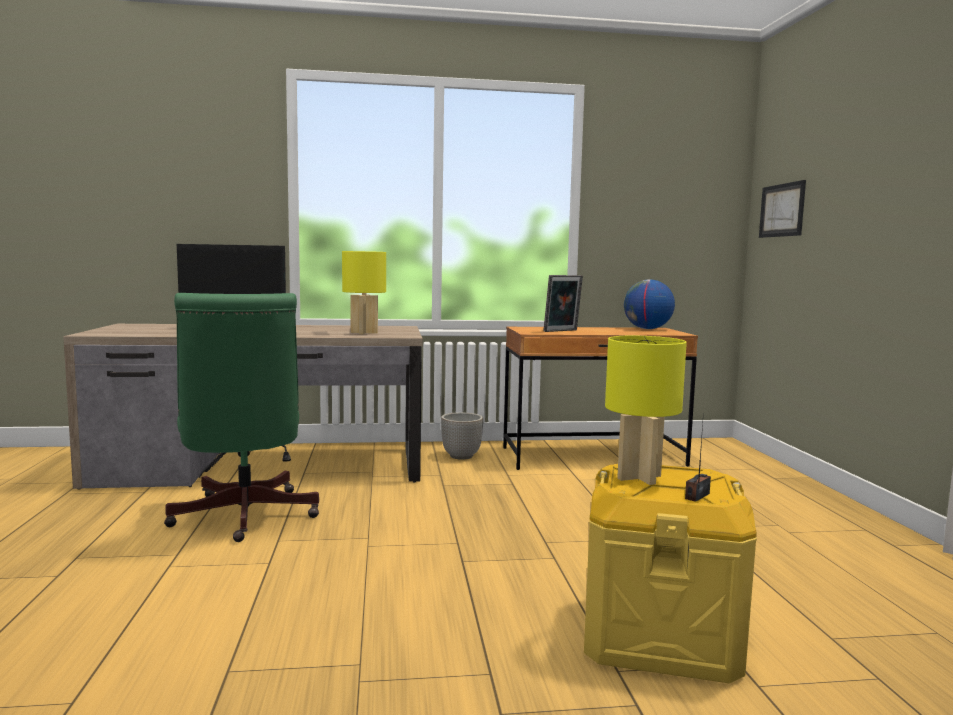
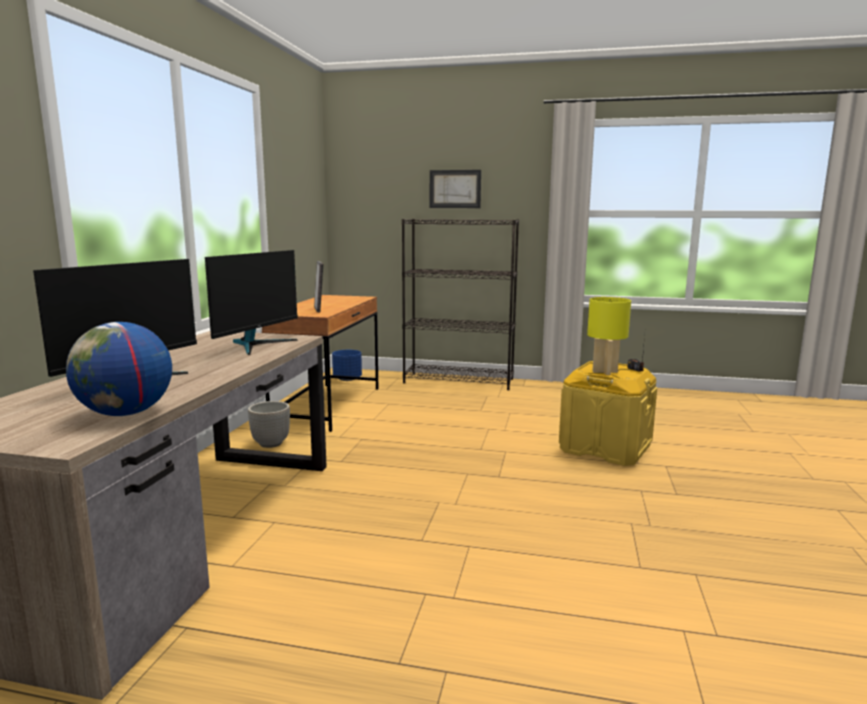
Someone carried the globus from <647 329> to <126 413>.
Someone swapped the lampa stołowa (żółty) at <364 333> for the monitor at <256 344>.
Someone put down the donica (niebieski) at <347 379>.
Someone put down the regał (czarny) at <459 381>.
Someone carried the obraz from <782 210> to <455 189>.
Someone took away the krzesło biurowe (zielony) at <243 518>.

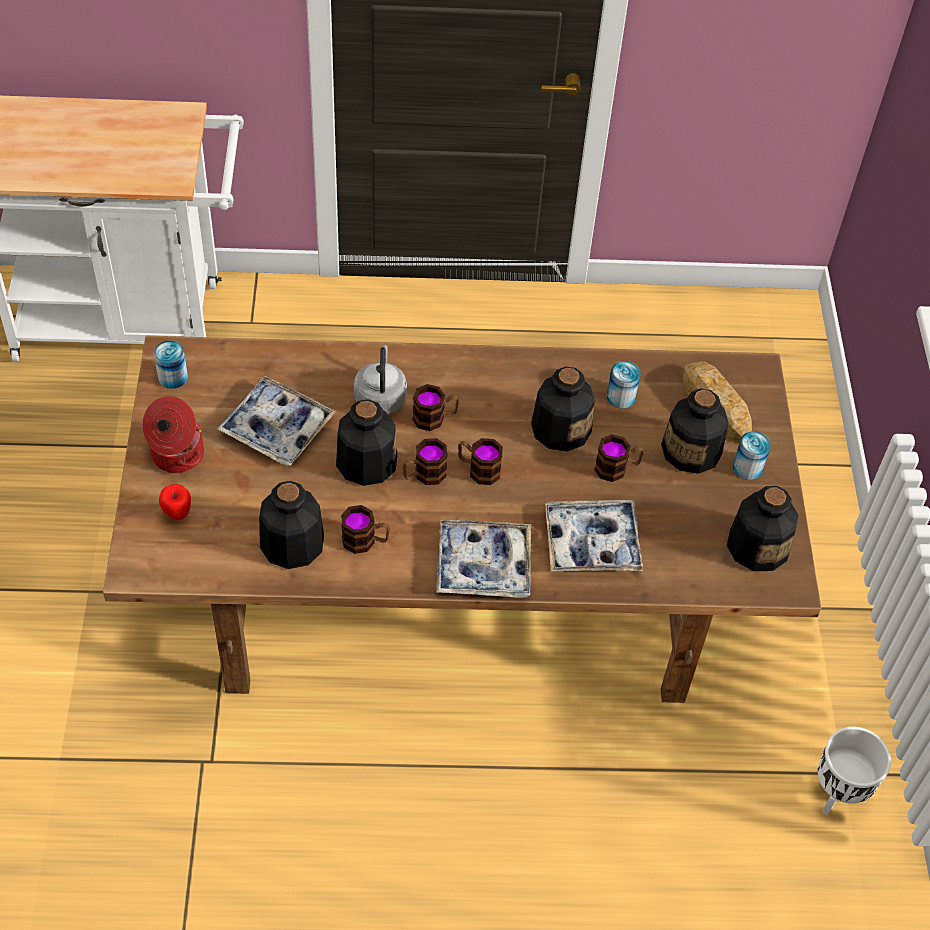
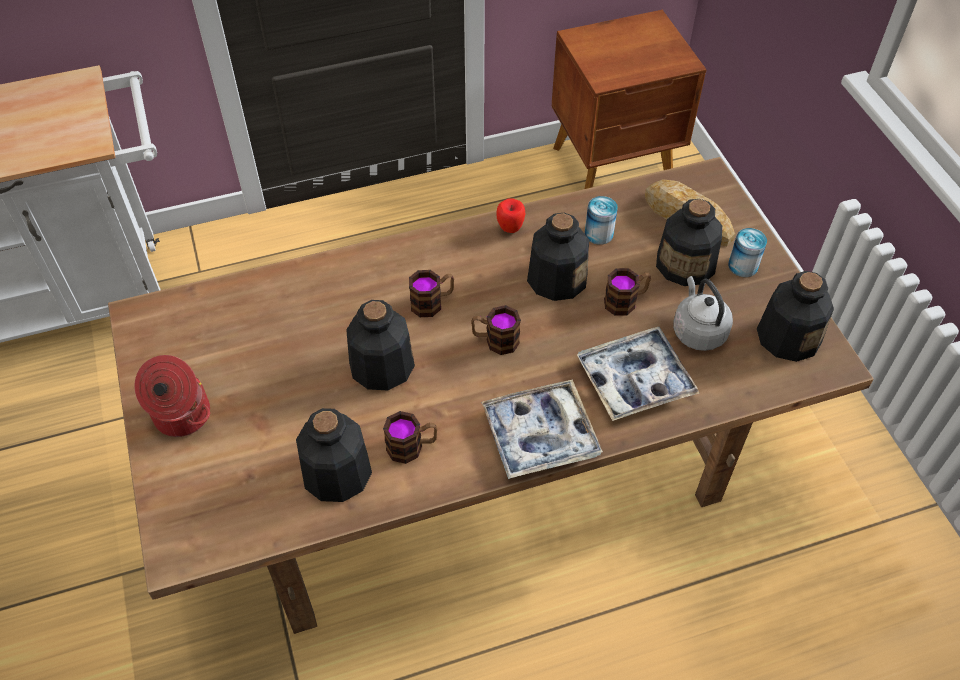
Someone carried the jabłko from <177 514> to <510 229>.
Someone put down the szafka nocna (brązowy) at <614 165>.
Someone carried the czajnik (szary) from <380 397> to <697 331>.
Someone took away the puszka at <173 377>.
Someone took away the taca at <277 428>.
Someone took away the kubek at <424 475>.
Someone took away the donica (biały) at <838 794>.

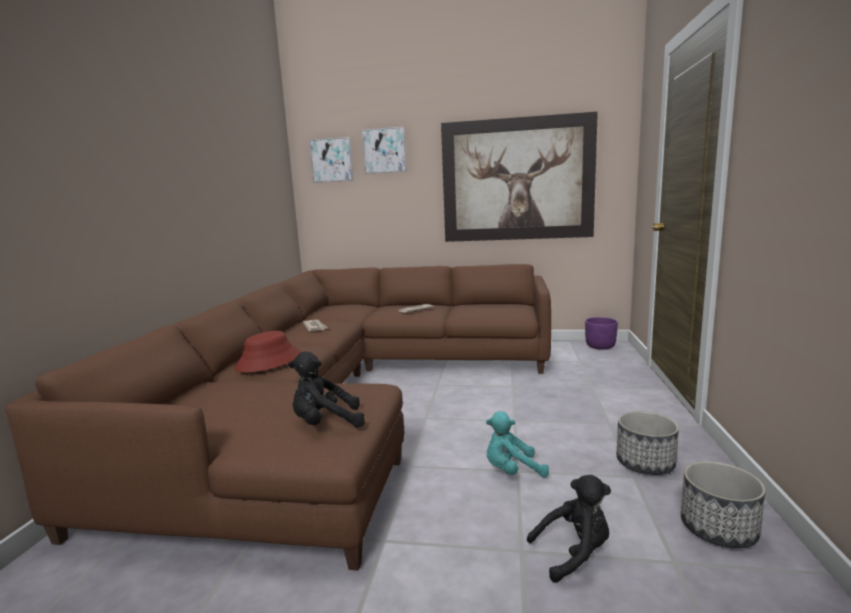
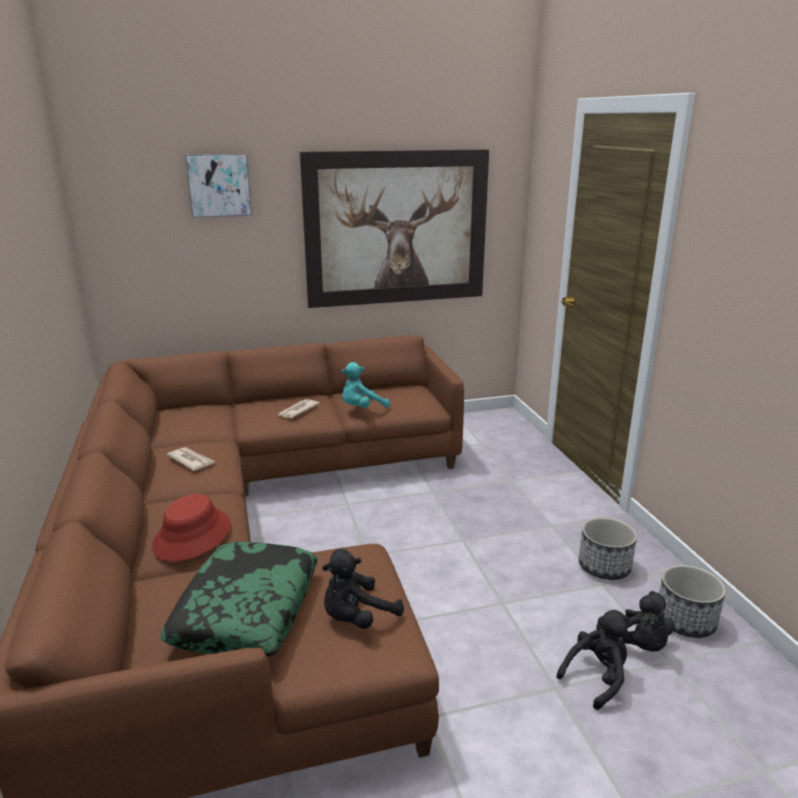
Someone put down the poduszka at <246 610>.
Someone carried the pluszak (turkusowy) from <512 471> to <362 408>.
Someone put down the pluszak (czarny) at <637 645>.
Someone took away the obraz at <332 160>.
Someone took away the donica (fioletowy) at <600 346>.

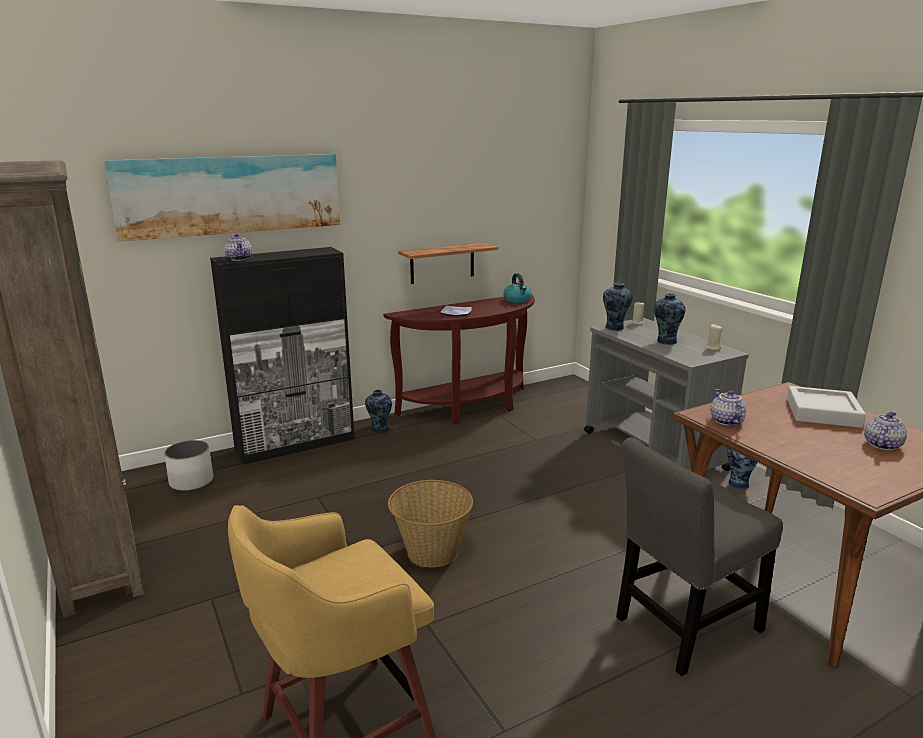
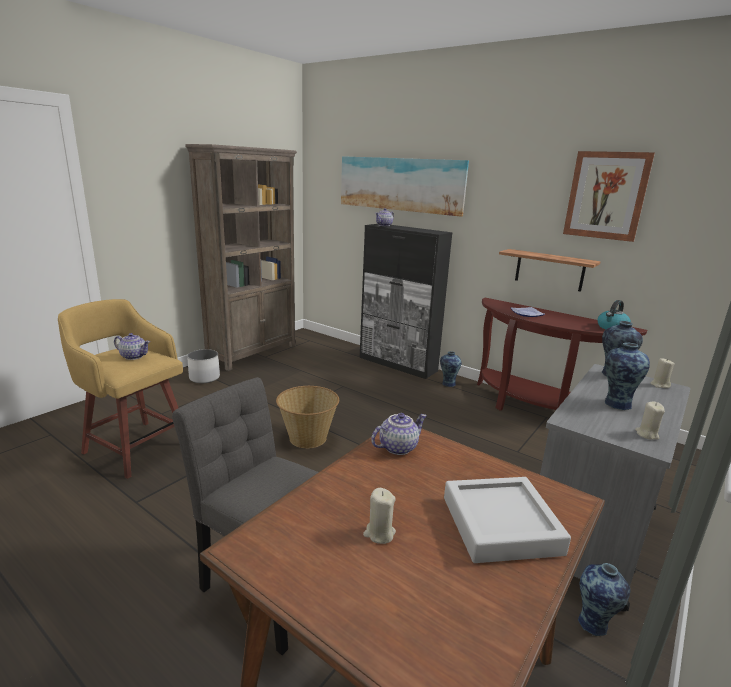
Someone carried the imbryk from <881 445> to <134 356>.
Someone carried the donica (biały) from <191 481> to <204 378>.
Someone put down the świeca (beżowy) at <379 533>.
Someone put up the obraz at <606 195>.

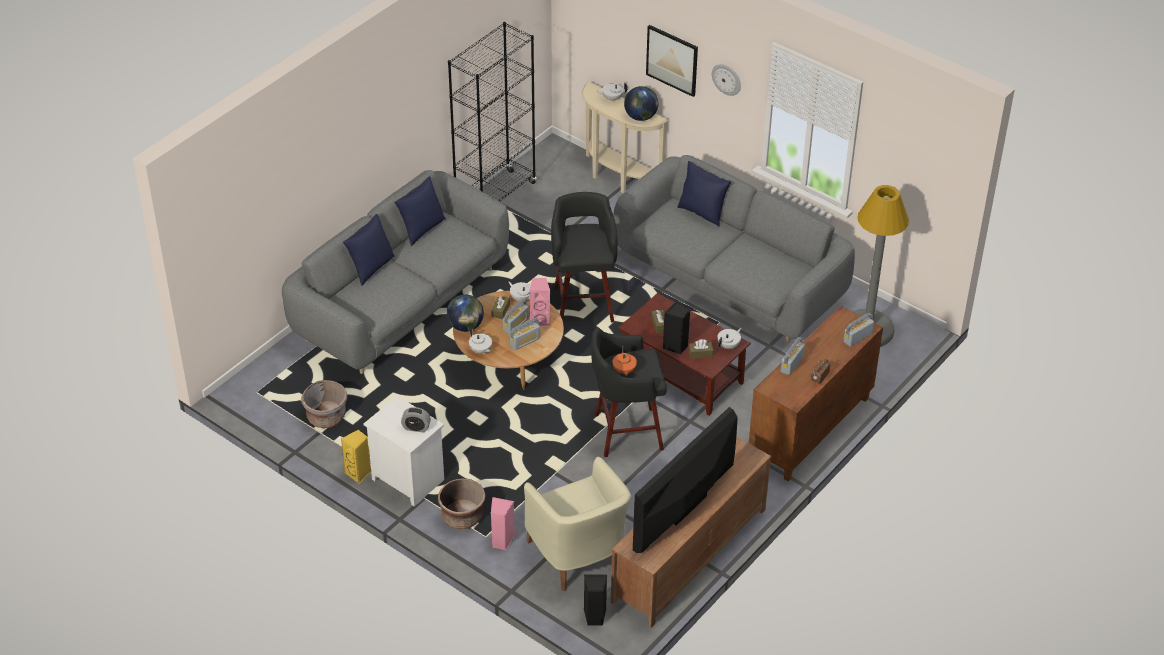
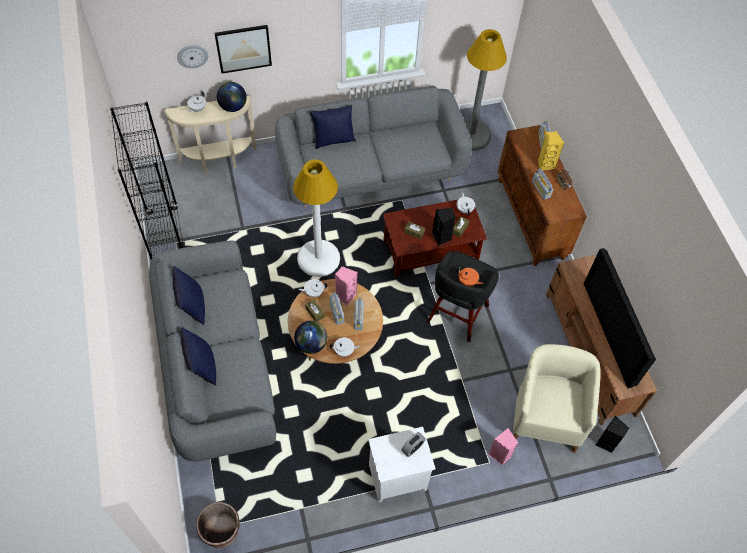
Someone carried the zegar ścienny from <726 79> to <192 56>.
Someone carried the donica (brązowy) from <462 517> to <221 530>.
Someone swapped the stołek (czarny) at <583 303> for the lampa stojąca (biały) at <318 258>.
Someone rotated the fotel (beżowy) at <578 555> by 90 degrees counterclockwise.
Someone carried the głośnik (żółty) from <359 473> to <545 164>.
Someone took away the donica (szary) at <326 417>.

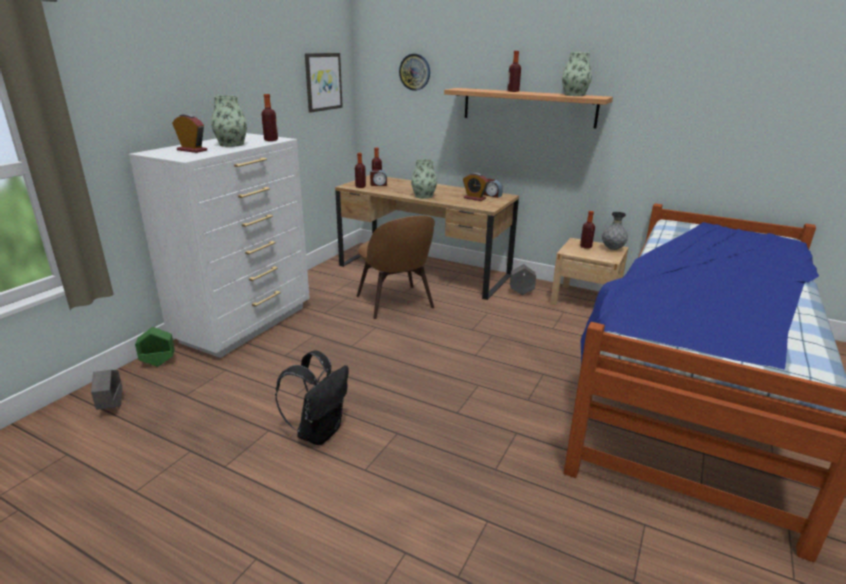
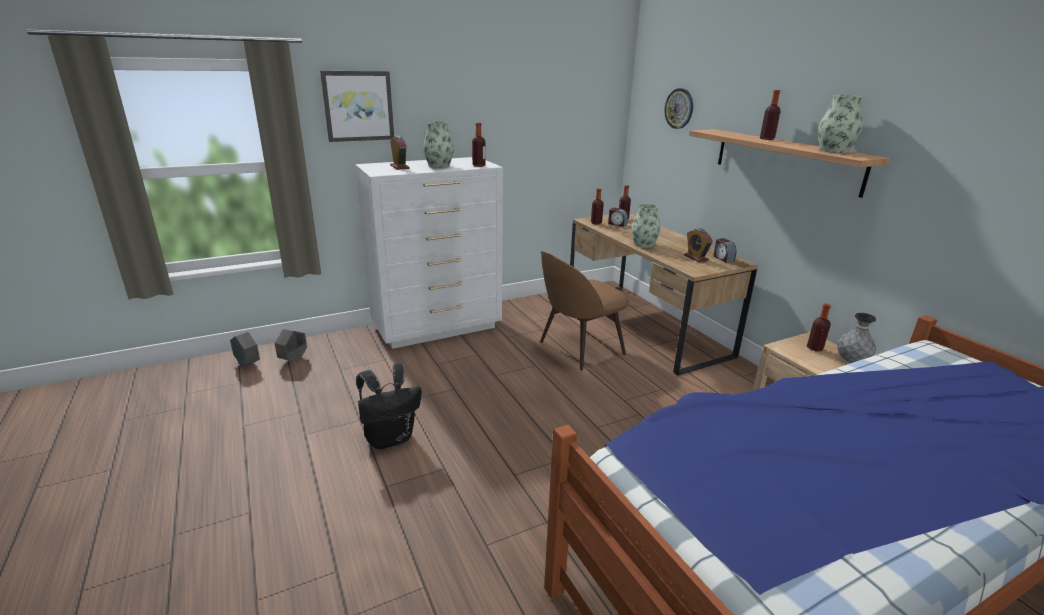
Someone carried the donica (szary) from <521 293> to <248 364>.
Someone carried the obraz from <323 82> to <358 106>.
Someone rotated the krzesło (brązowy) at <395 303> by 45 degrees clockwise.
Someone took away the donica (zielony) at <159 363>.

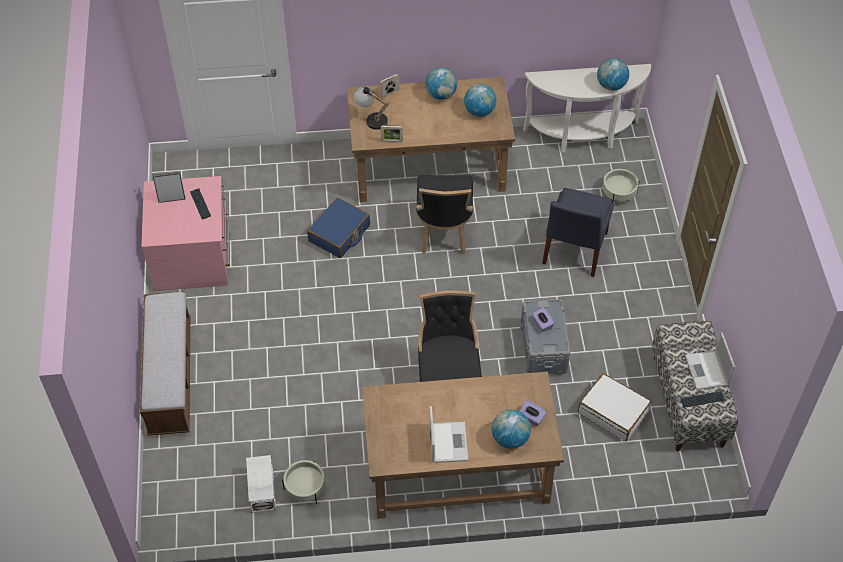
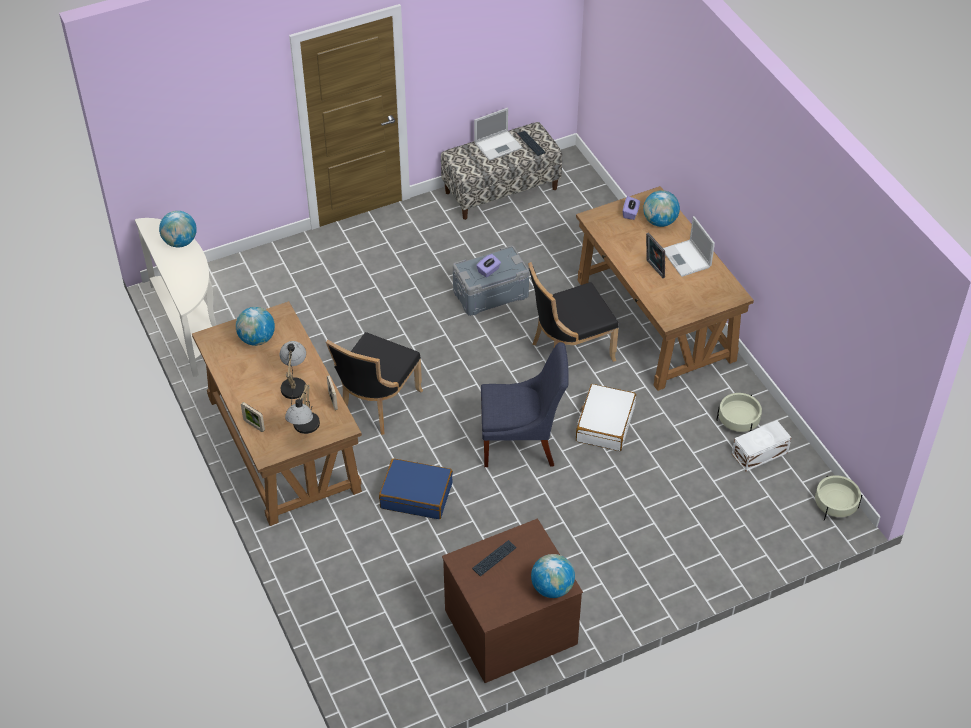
Someone put down the lampa stołowa at <294 383>.
Someone rotated the krzesło (czarny) at <443 232> by 135 degrees clockwise.
Someone repainted the komoda (różowy) at <193 256>, which became the komoda (brązowy) at <510 625>.
Someone carried the krzesło (niebieski) from <573 250> to <522 443>.
Someone carried the globus from <441 95> to <552 588>.
Someone carried the walizka (biały) from <613 412> to <604 424>.
Someone carried the ramka na zdjęcie from <171 199> to <654 269>.
Someone rotated the laptop at <448 441> by 90 degrees counterclockwise.
Someone carried the donica (beżowy) from <619 193> to <835 505>.
Someone took away the ławka at <170 377>.

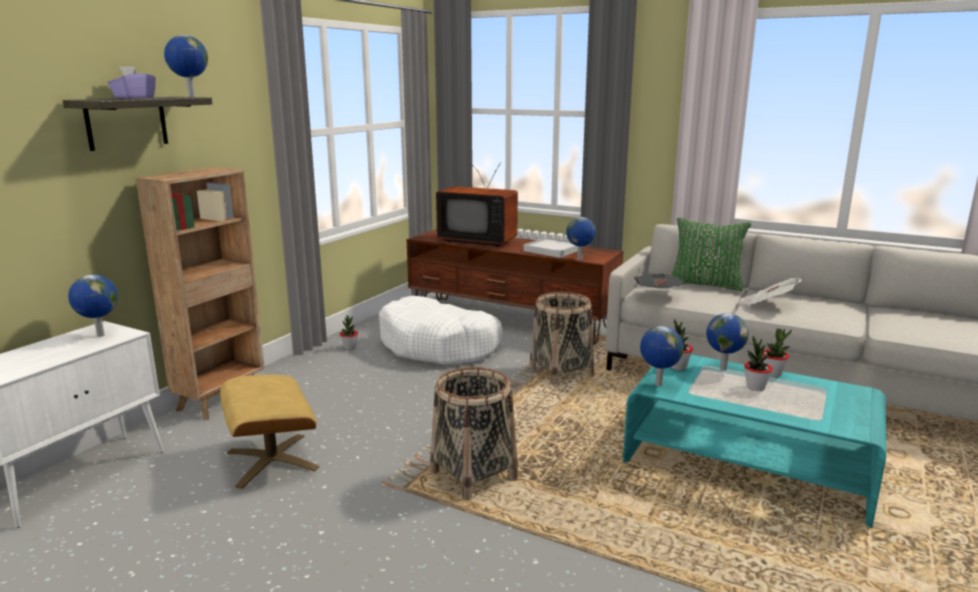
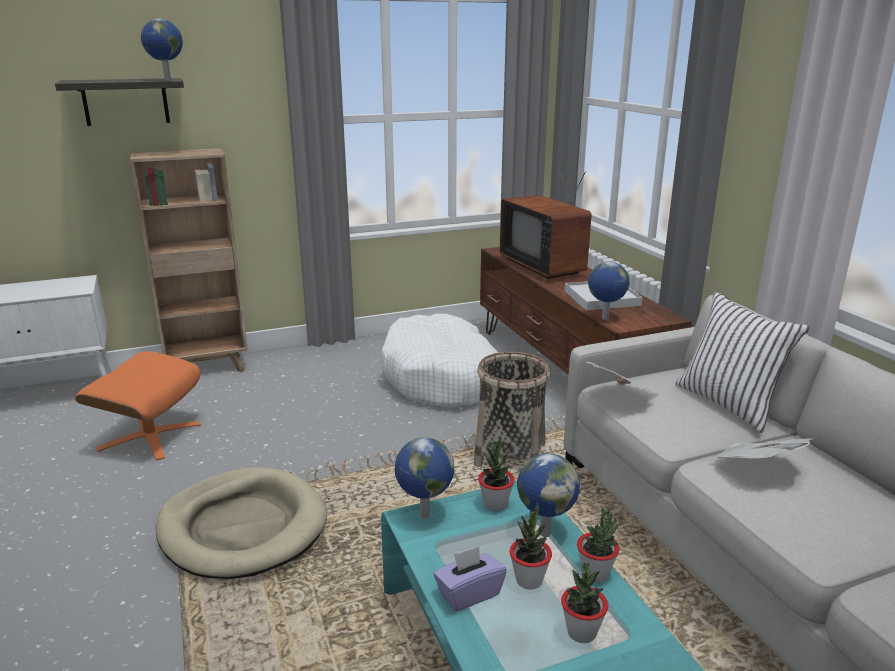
Someone repainted the pufa (beżowy) at <271 460>, which became the pufa (pomarańczowy) at <150 436>.
Someone swapped the koszyk at <473 475> for the legowisko (beżowy) at <243 527>.
Someone carried the pudełko chusteczek (fioletowy) from <134 98> to <469 593>.
Someone carried the roślina doniczkowa from <350 347> to <581 632>.
Someone repainted the poduszka (zielony) at <705 284>, which became the poduszka (biały) at <729 403>.
Someone took away the globus at <100 335>.

